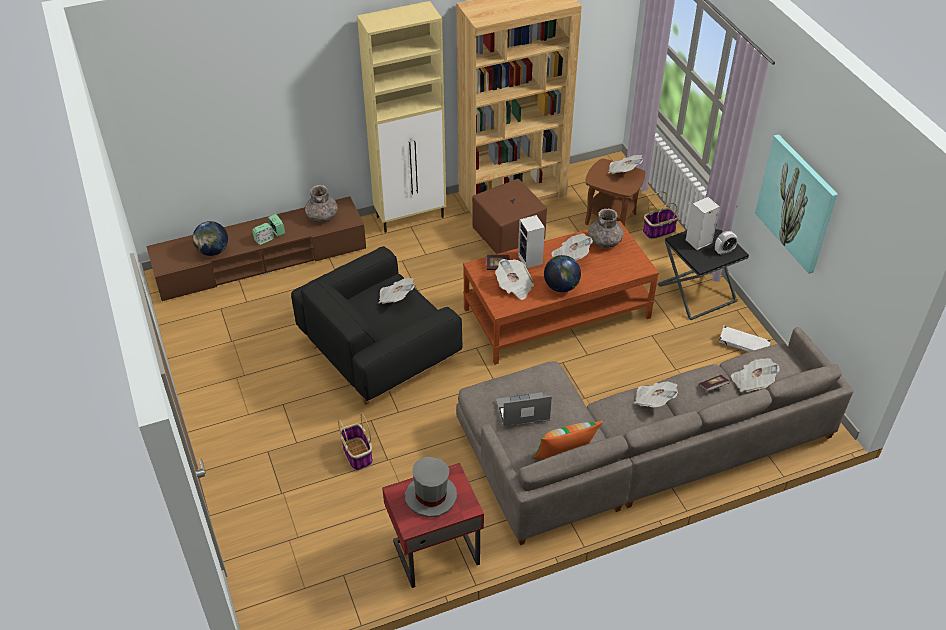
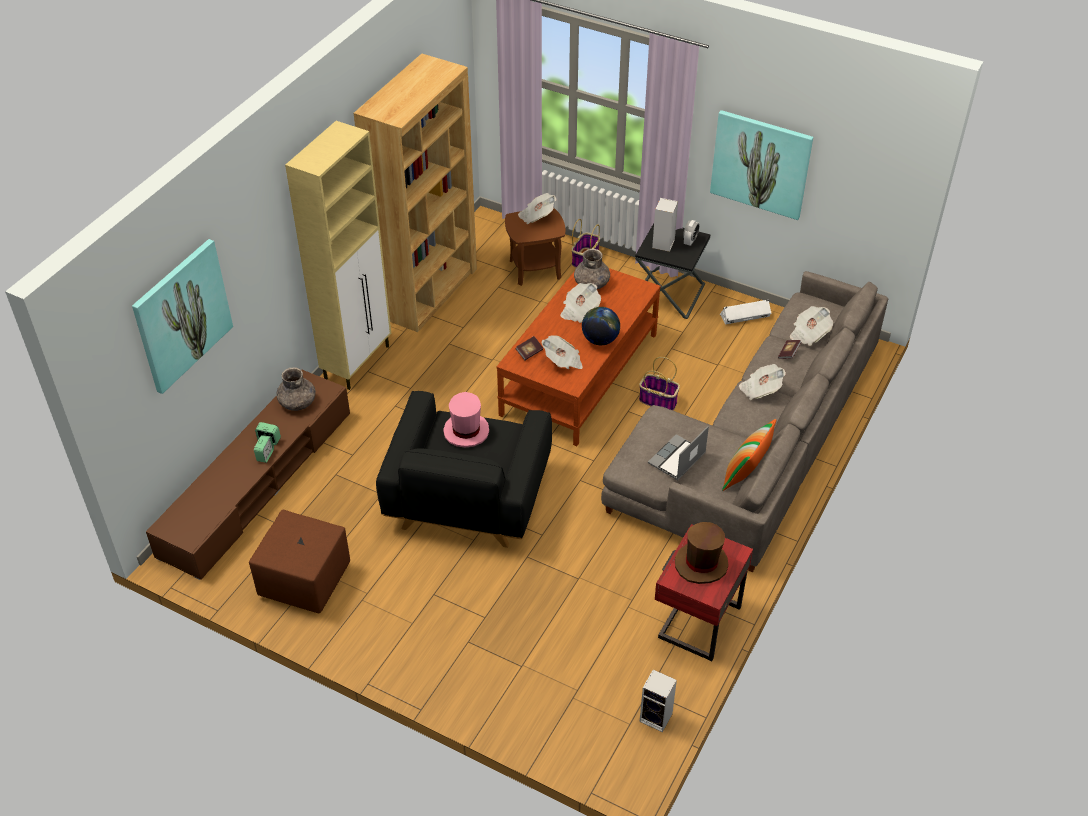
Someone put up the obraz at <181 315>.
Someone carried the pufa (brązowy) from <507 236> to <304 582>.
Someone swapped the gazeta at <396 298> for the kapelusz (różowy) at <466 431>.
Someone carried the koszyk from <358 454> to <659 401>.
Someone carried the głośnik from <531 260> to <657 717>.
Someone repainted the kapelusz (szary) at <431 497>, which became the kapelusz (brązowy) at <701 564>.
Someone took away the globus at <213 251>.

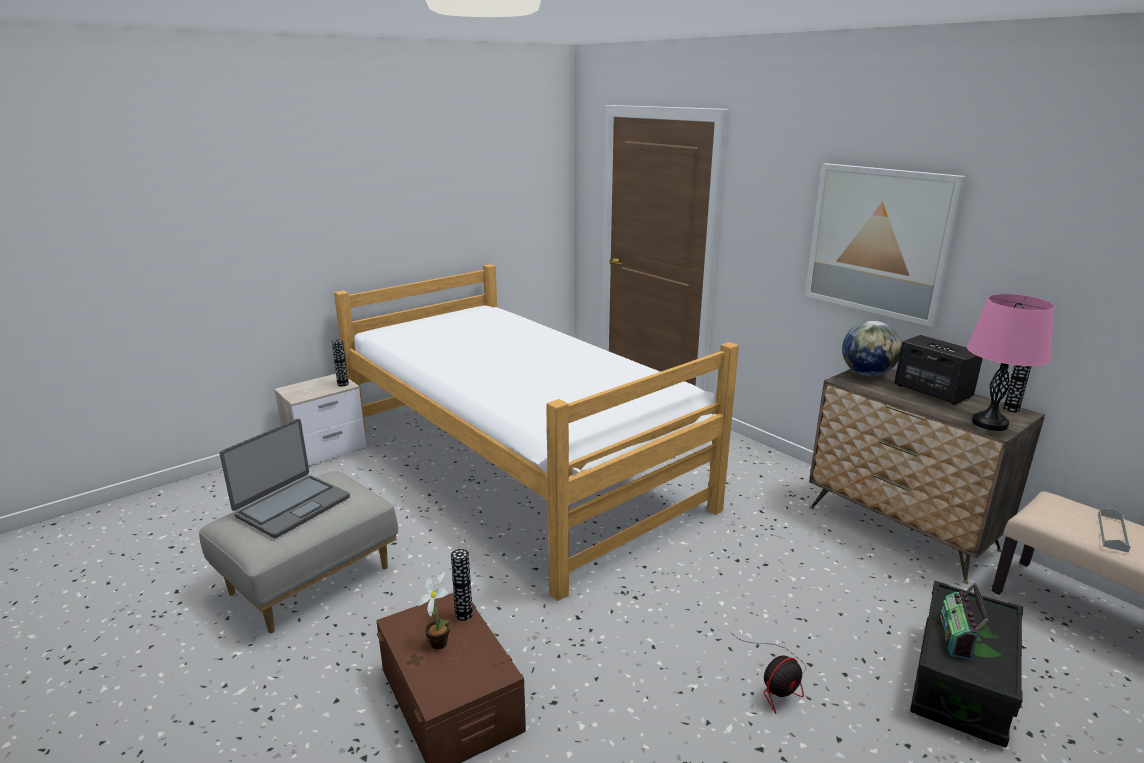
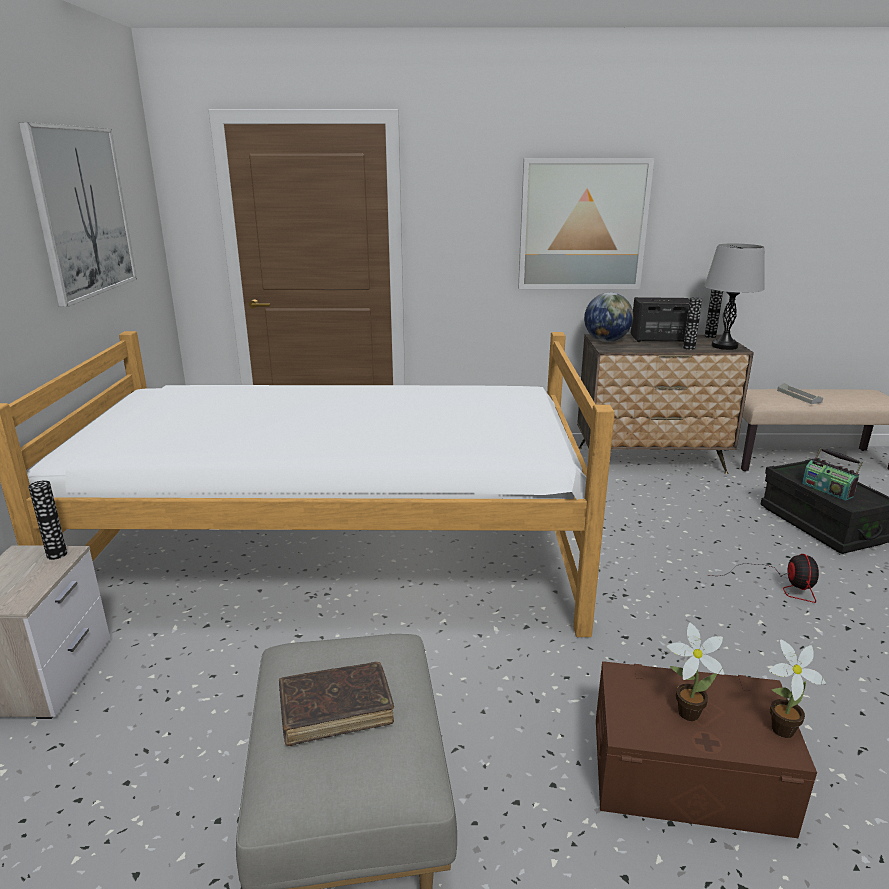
Someone put up the obraz at <82 212>.
Someone swapped the laptop at <292 506> for the książka (brązowy) at <336 710>.
Someone carried the wazon from <464 614> to <689 348>.
Someone repainted the lampa stołowa (różowy) at <989 423>, which became the lampa stołowa (szary) at <724 346>.
Someone put down the roślina doniczkowa at <778 730>.

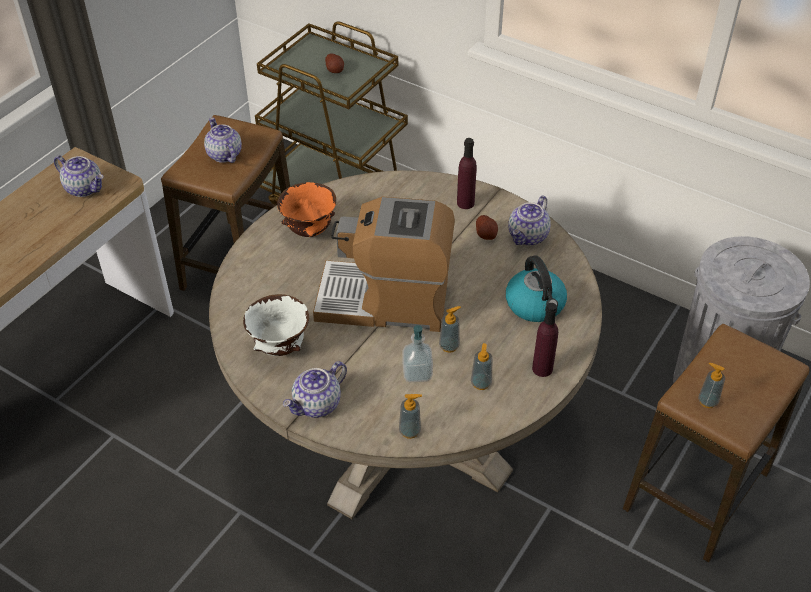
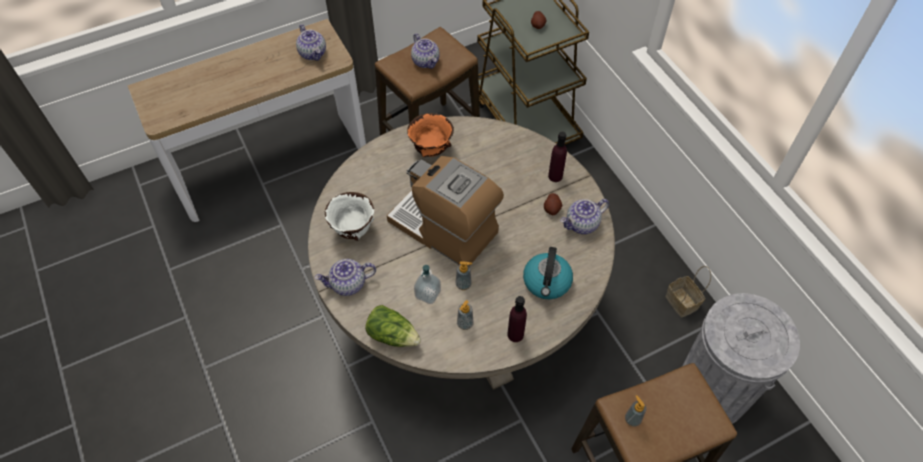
Someone swapped the dozownik mydła at <410 431> for the sałata at <393 334>.
Someone rotated the imbryk at <224 154> by 150 degrees clockwise.
Someone put down the koszyk at <683 303>.

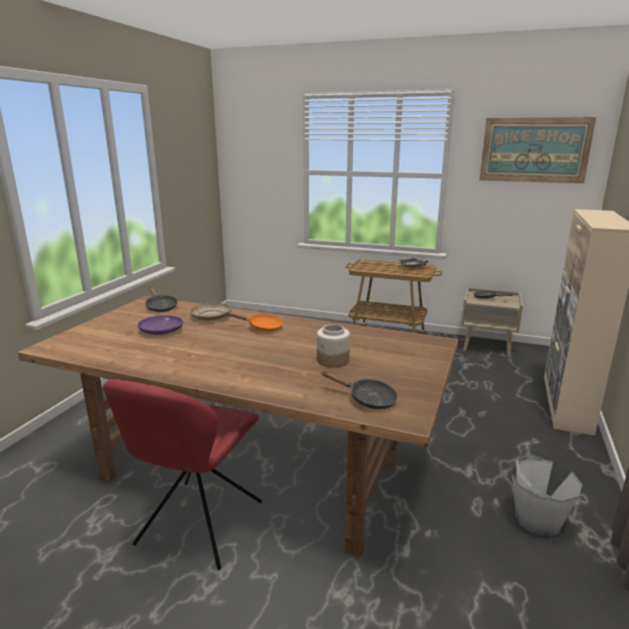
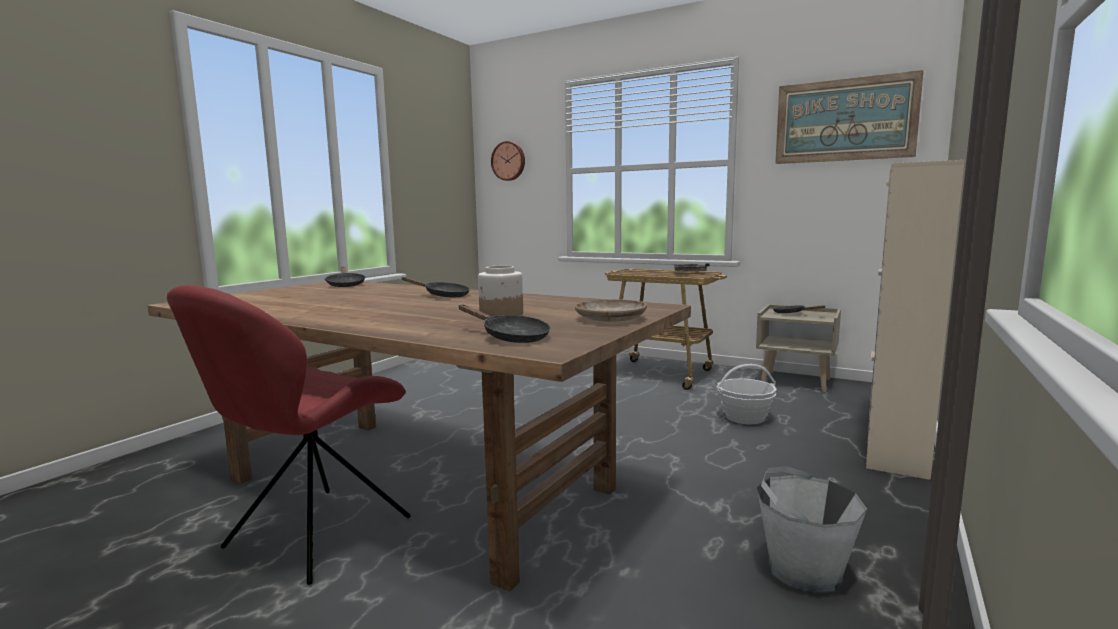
Someone repainted the patelnia (pomarańczowy) at <261 327>, which became the patelnia (czarny) at <443 295>.
Someone put up the zegar ścienny at <509 161>.
Someone carried the talerz (beżowy) from <211 317> to <611 319>.
Someone put down the koszyk at <744 417>.
Someone took away the talerz (fioletowy) at <161 330>.

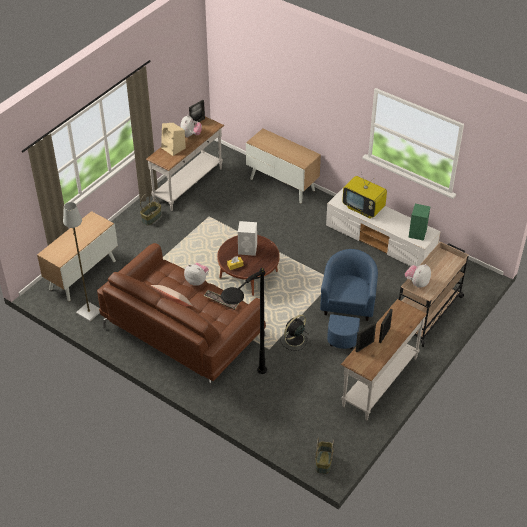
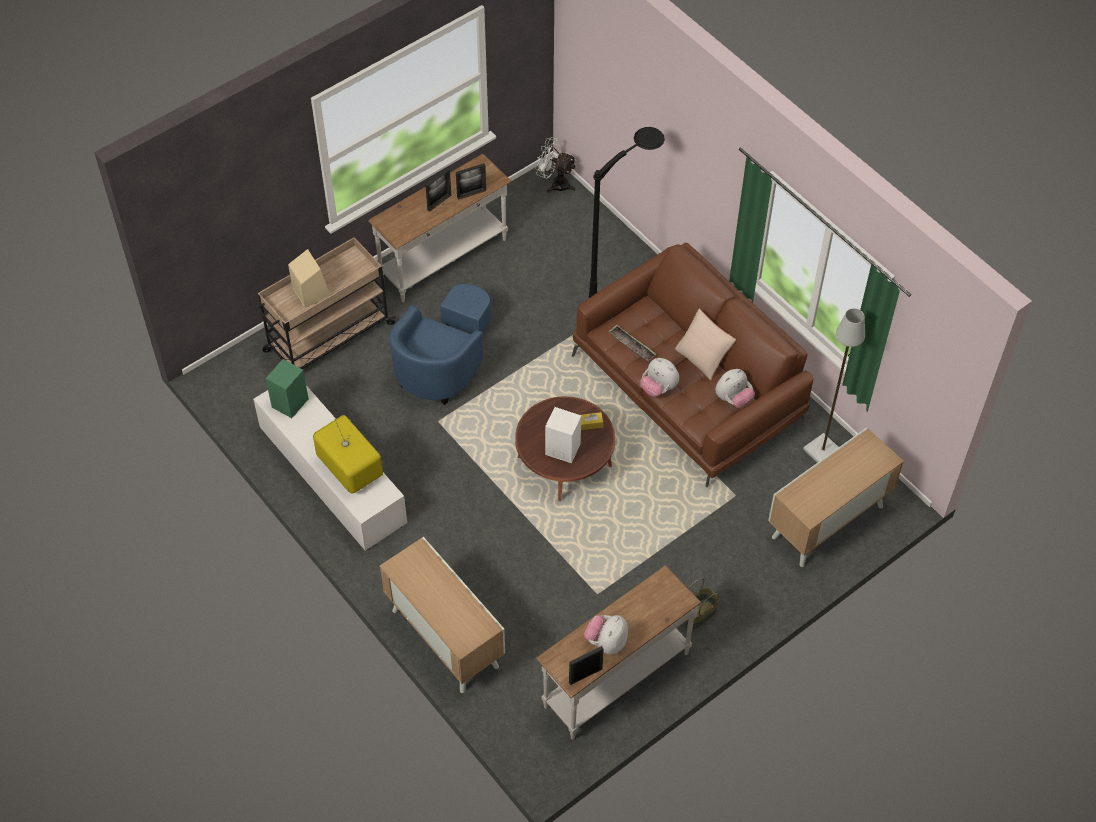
Someone carried the głośnik (beżowy) from <174 148> to <310 292>.
Someone swapped the koszyk at <323 462> for the wentylator (biały) at <555 183>.
Someone carried the pluszak from <417 283> to <733 399>.
Someone took away the wentylator (czarny) at <294 339>.

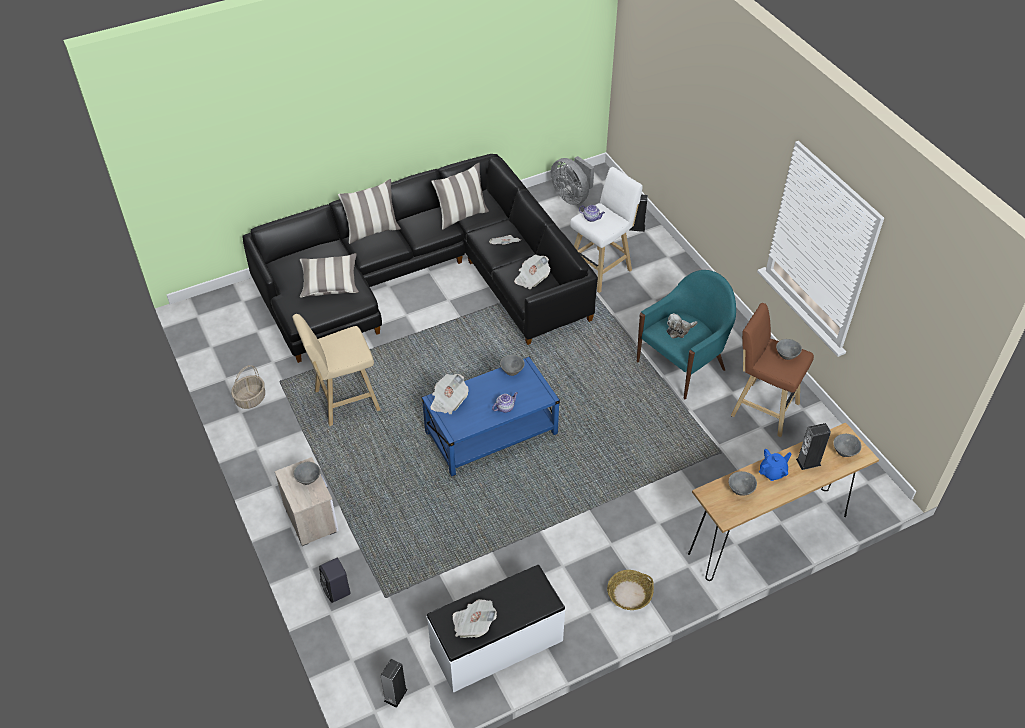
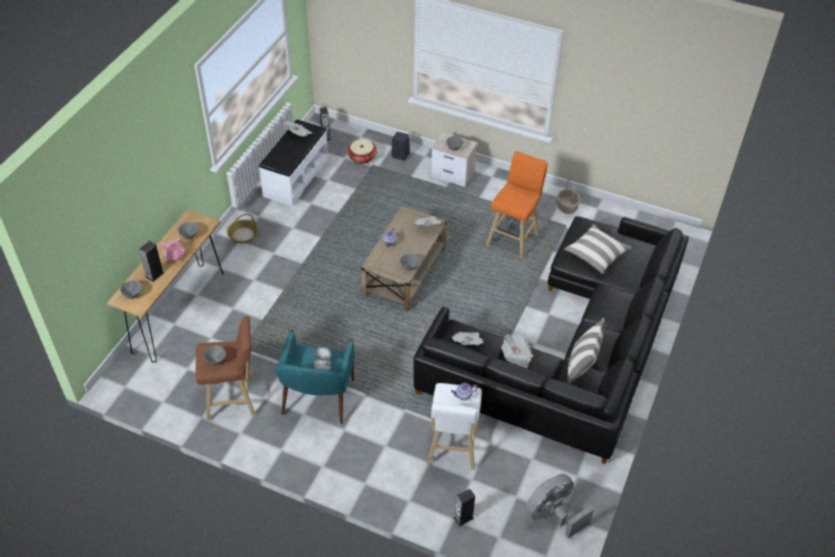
Someone repainted the imbryk (niebieski) at <773 472>, which became the imbryk (różowy) at <175 256>.
Someone put down the koszyk at <362 157>.
Someone repainted the ława (niebieski) at <491 432>, which became the ława (beżowy) at <404 272>.
Someone repainted the stołek (beżowy) at <344 401>, which became the stołek (pomarańczowy) at <513 237>.
Someone rotated the wentylator (szary) at <572 197> by 45 degrees counterclockwise.
Someone took away the poduszka at <372 231>.

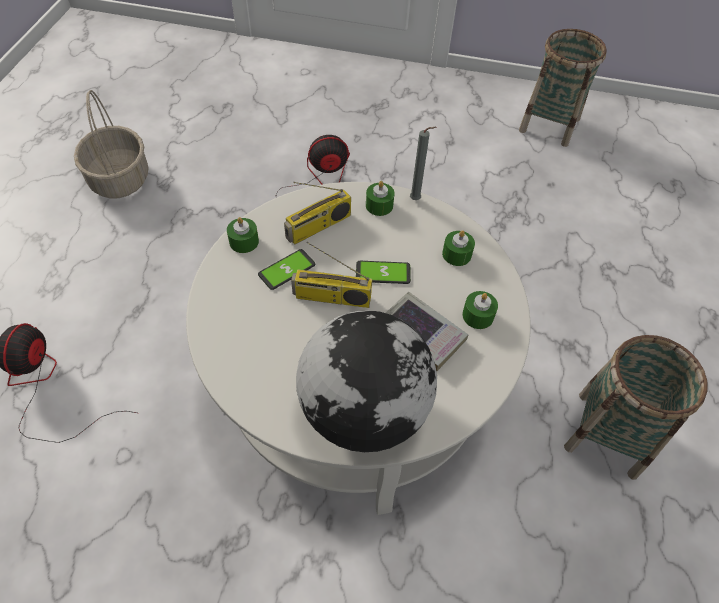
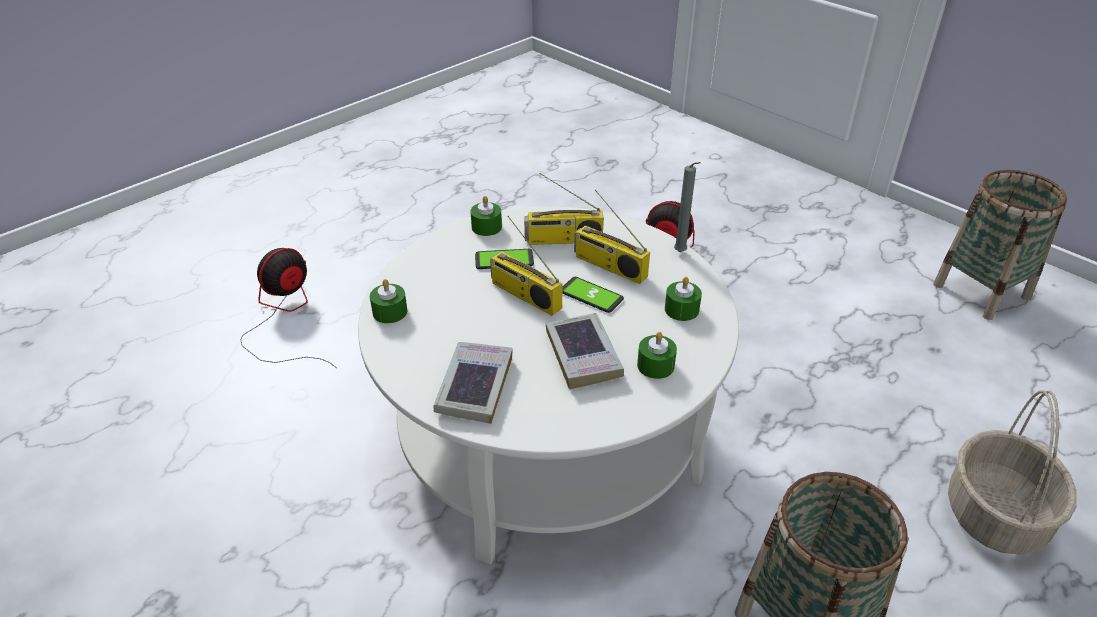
Someone carried the świeca (zielony) from <379 205> to <390 312>.
Someone swapped the globus at <364 409> for the książka at <474 386>.
Someone put down the radio at <608 266>.
Someone carried the koszyk from <120 179> to <996 516>.

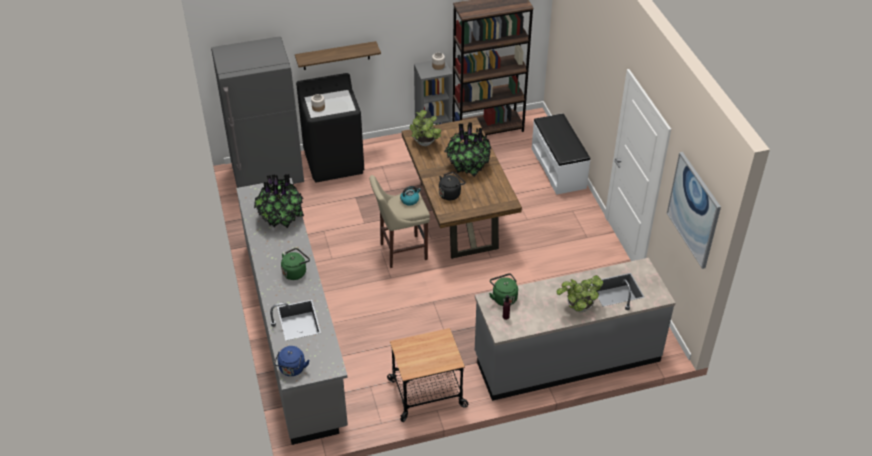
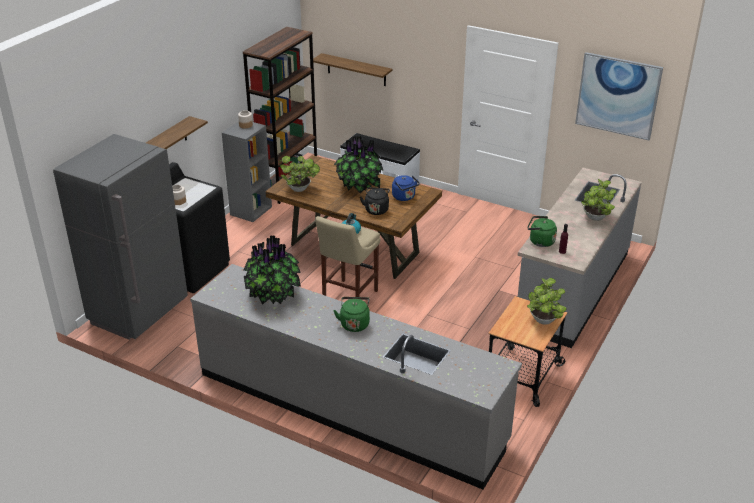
Someone put up the półka at <356 70>.
Someone carried the czajnik (niebieski) from <292 369> to <404 197>.
Someone put down the roślina doniczkowa at <544 321>.

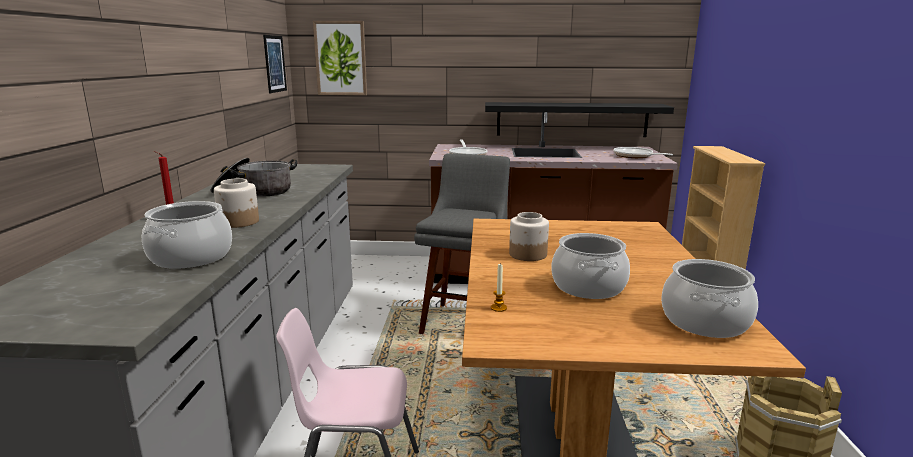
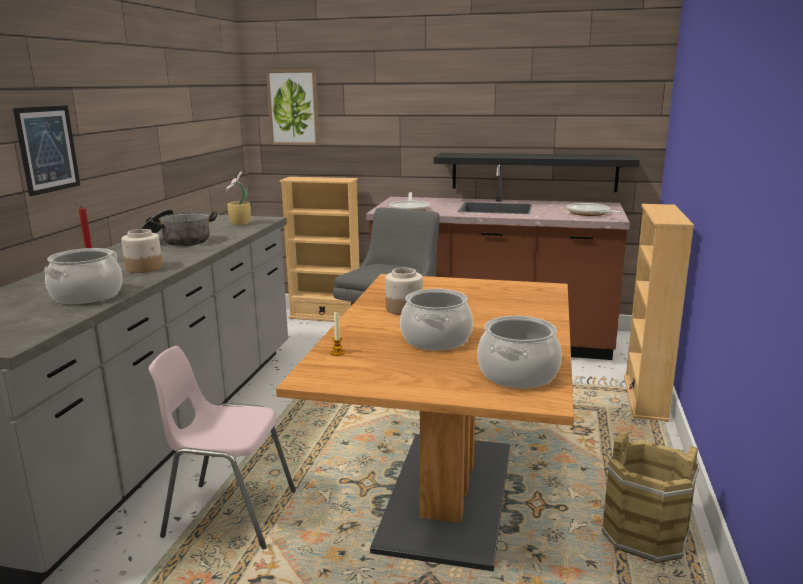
Someone carried the obraz from <274 64> to <48 149>.
Someone put down the roślina doniczkowa at <240 224>.
Someone put down the regał (beżowy) at <325 317>.

